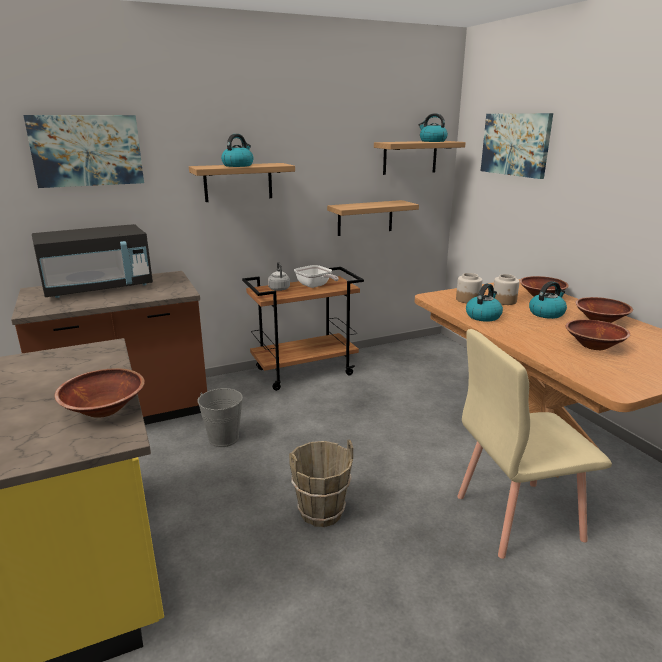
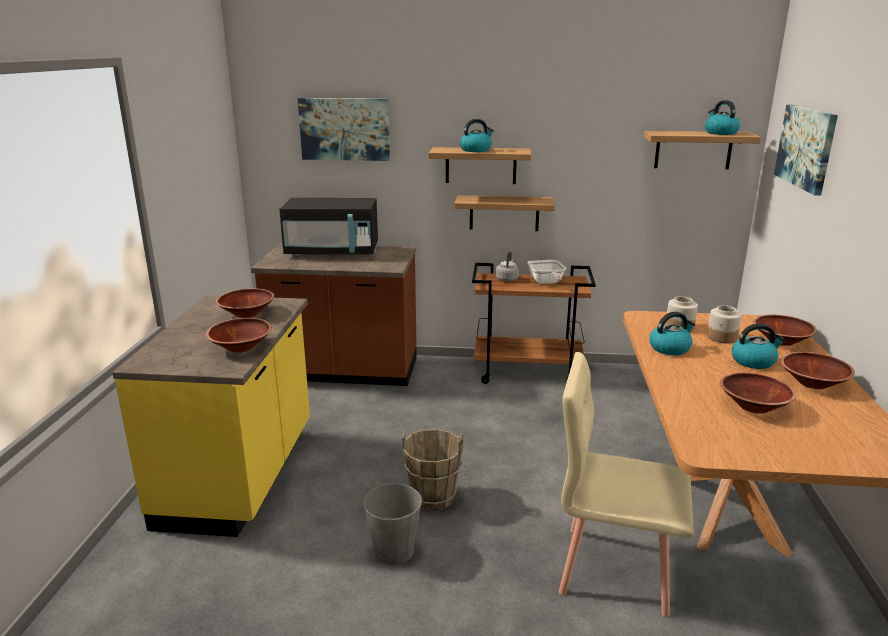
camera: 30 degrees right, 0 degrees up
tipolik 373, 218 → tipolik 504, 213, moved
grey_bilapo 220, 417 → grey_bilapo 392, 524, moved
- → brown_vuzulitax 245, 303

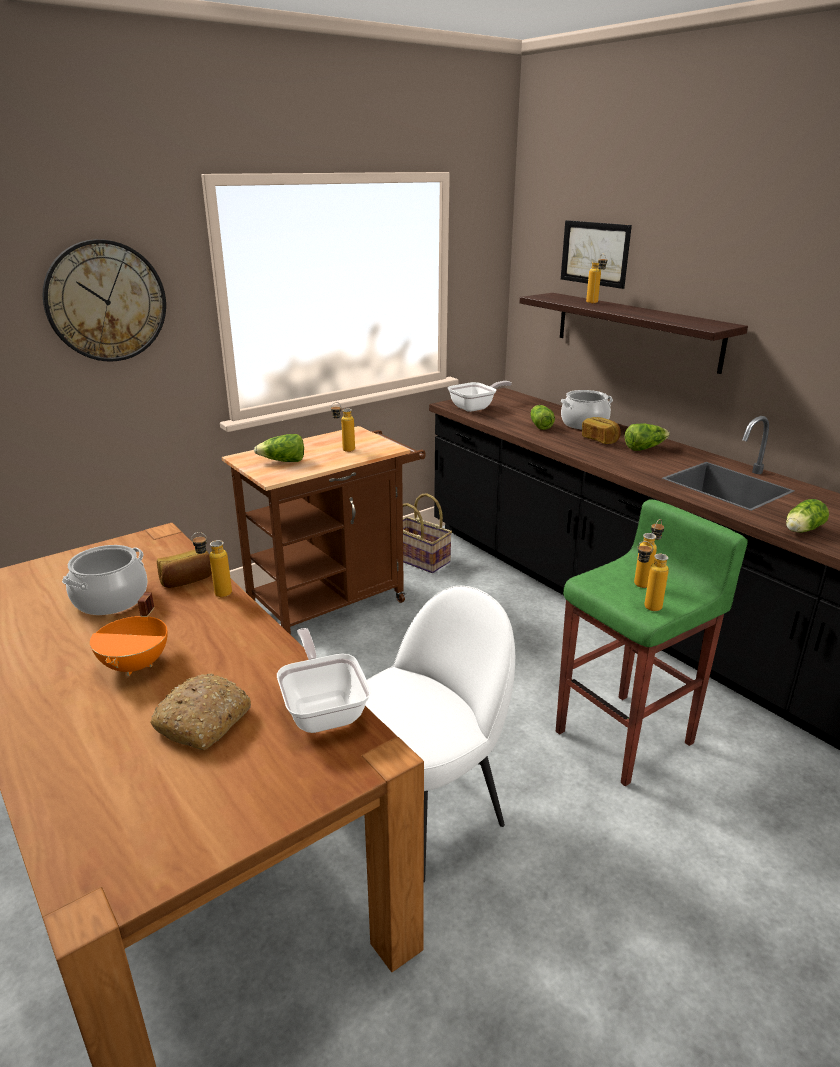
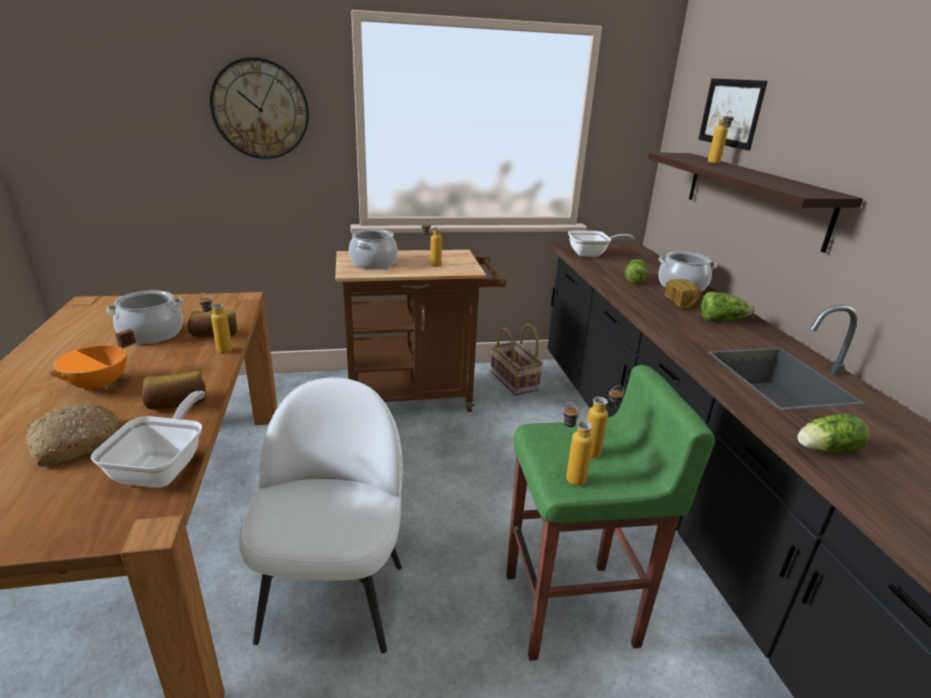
camera: 25 degrees right, 0 degrees up
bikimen 279, 448 → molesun 373, 249
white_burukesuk 440, 734 → white_burukesuk 321, 515, 75 degrees counterclockwise
- → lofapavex 174, 390

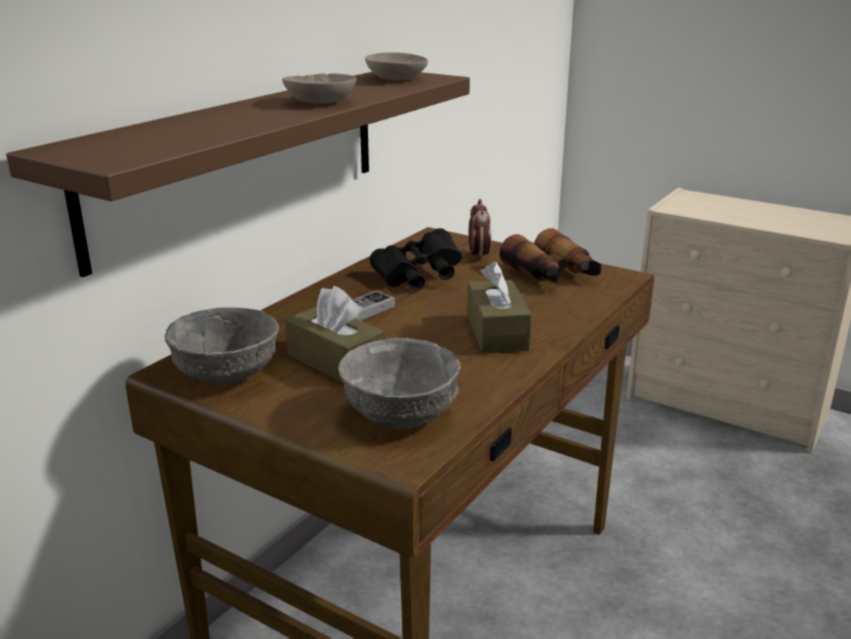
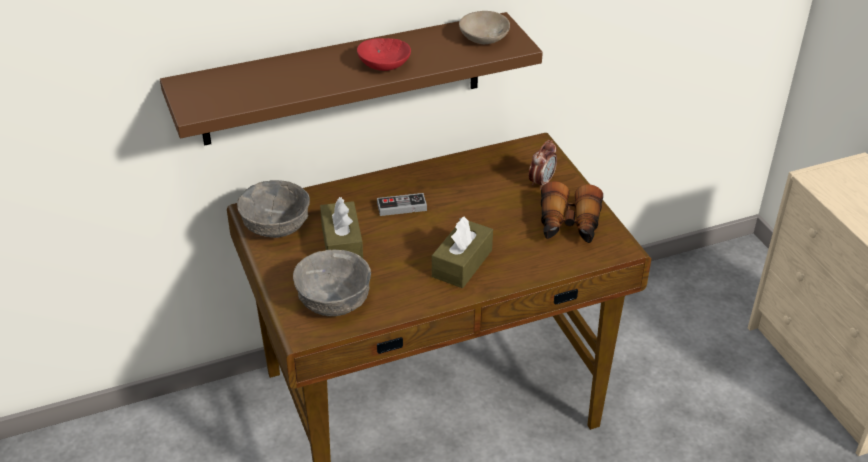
camera: 35 degrees right, 15 degrees up
beige_vuzulitax 319, 89 → red_vuzulitax 384, 54
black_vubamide 415, 259 → -

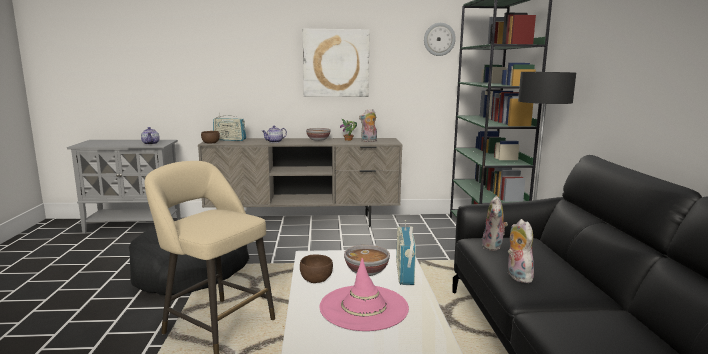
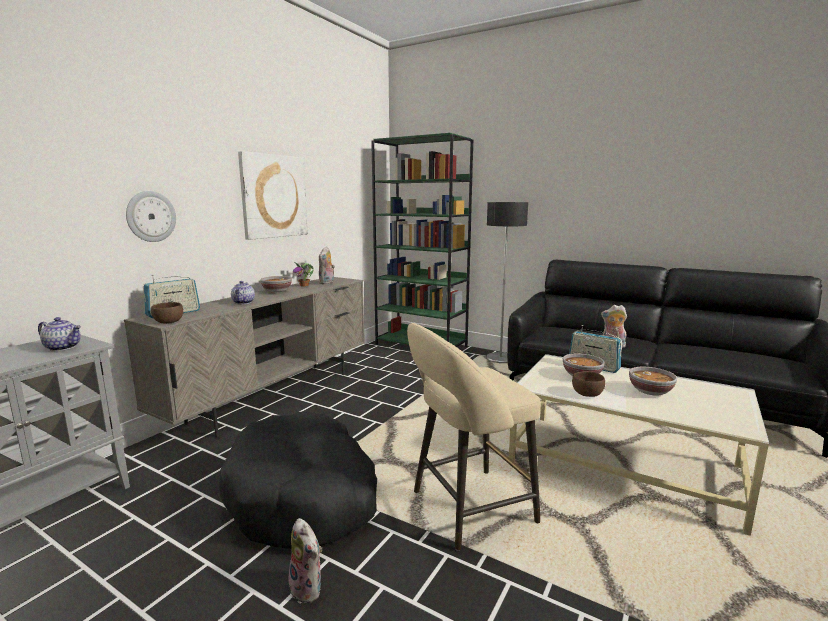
camera: 55 degrees left, 0 degrees up
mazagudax 440, 39 → mazagudax 151, 216, moved
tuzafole 495, 223 → tuzafole 305, 561, moved
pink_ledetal 364, 294 → vuzulitax 653, 381

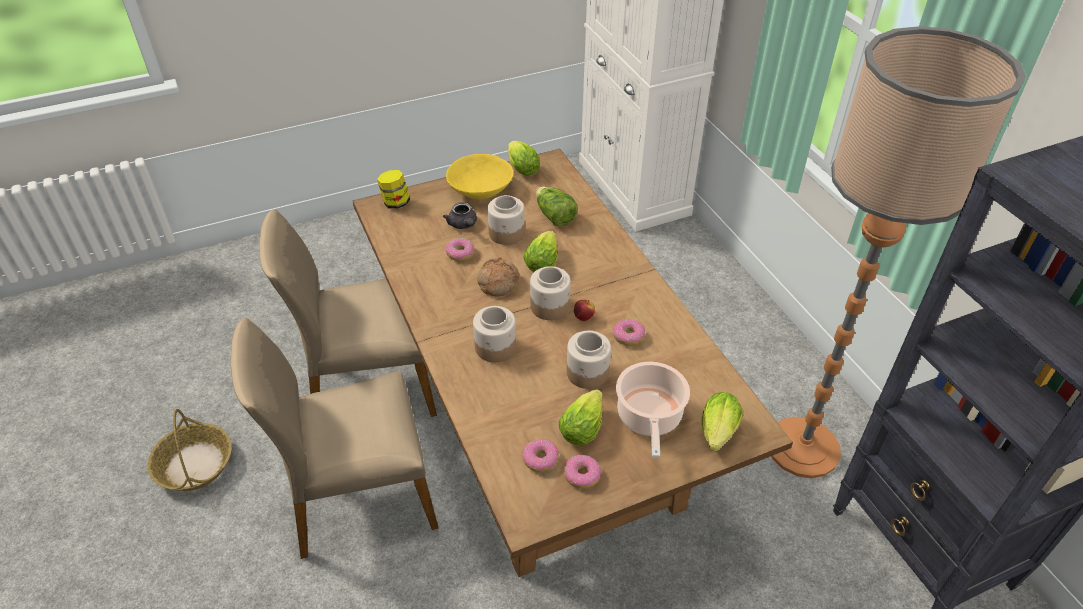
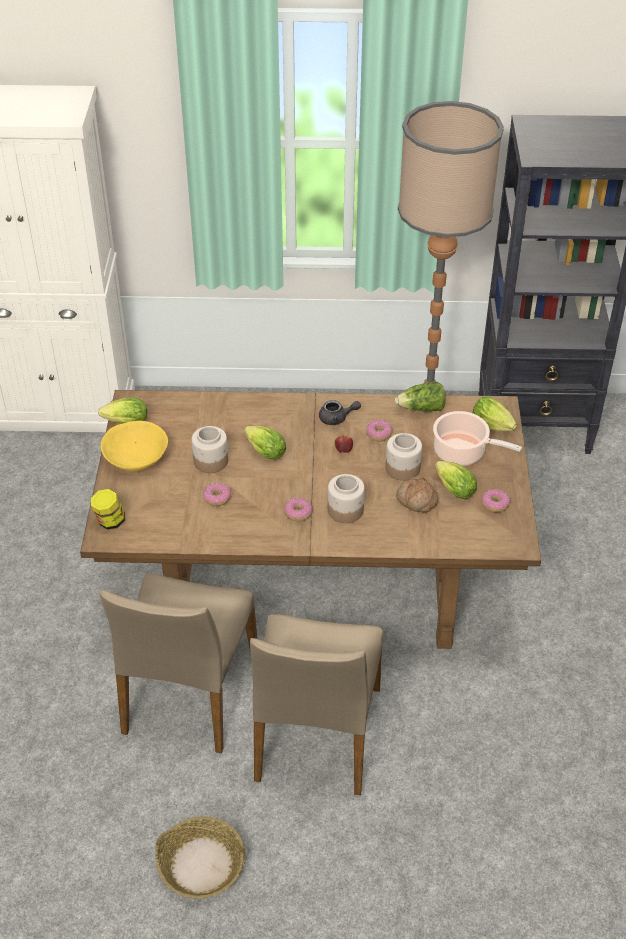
camera: 65 degrees left, 0 degrees up
bikimen 556, 206 → bikimen 420, 397, moved
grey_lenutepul 460, 215 → grey_lenutepul 340, 412, moved
lofapavex 498, 277 → lofapavex 417, 495, moved
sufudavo 550, 293 → -
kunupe 541, 455 → kunupe 298, 509, moved

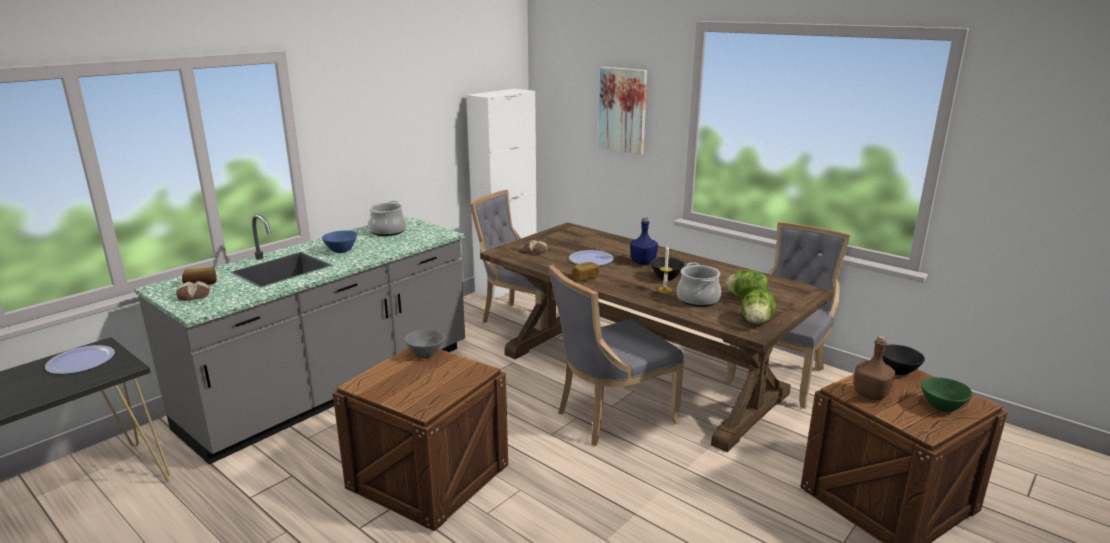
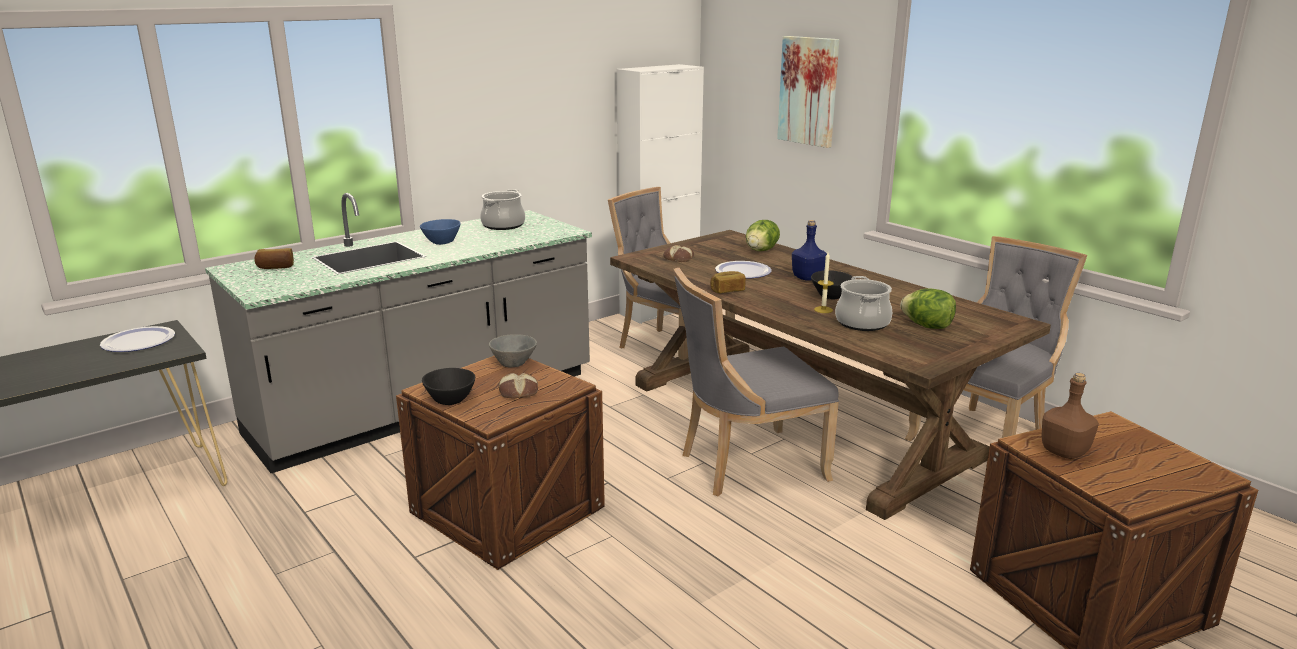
camera: 10 degrees right, 0 degrees up
lofapavex 193, 290 → lofapavex 518, 385, moved
bikimen 759, 306 → bikimen 763, 235, moved
black_vuzulitax 904, 360 → black_vuzulitax 448, 386, moved
green_vuzulitax 946, 394 → -

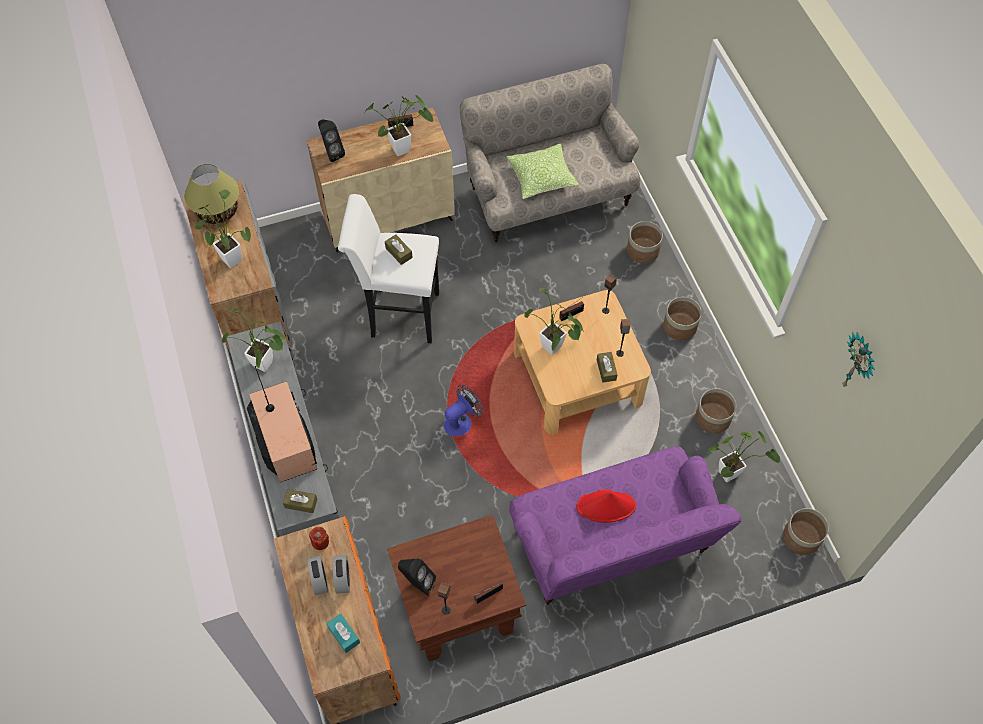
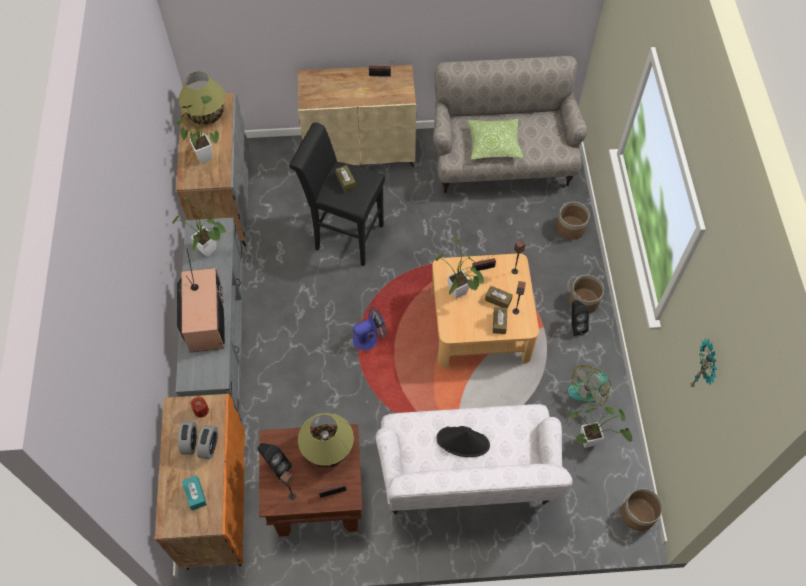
camera: 15 degrees right, 0 degrees up
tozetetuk 399, 125 → -
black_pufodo 331, 141 → black_pufodo 580, 318, moved
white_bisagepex 388, 268 → black_bisagepex 337, 194
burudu 715, 410 → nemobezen 589, 385
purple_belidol 625, 525 → white_belidol 474, 459
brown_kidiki 300, 501 → brown_kidiki 499, 297, moved
red_ledetal 606, 506 → black_ledetal 463, 441
- → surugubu 326, 440

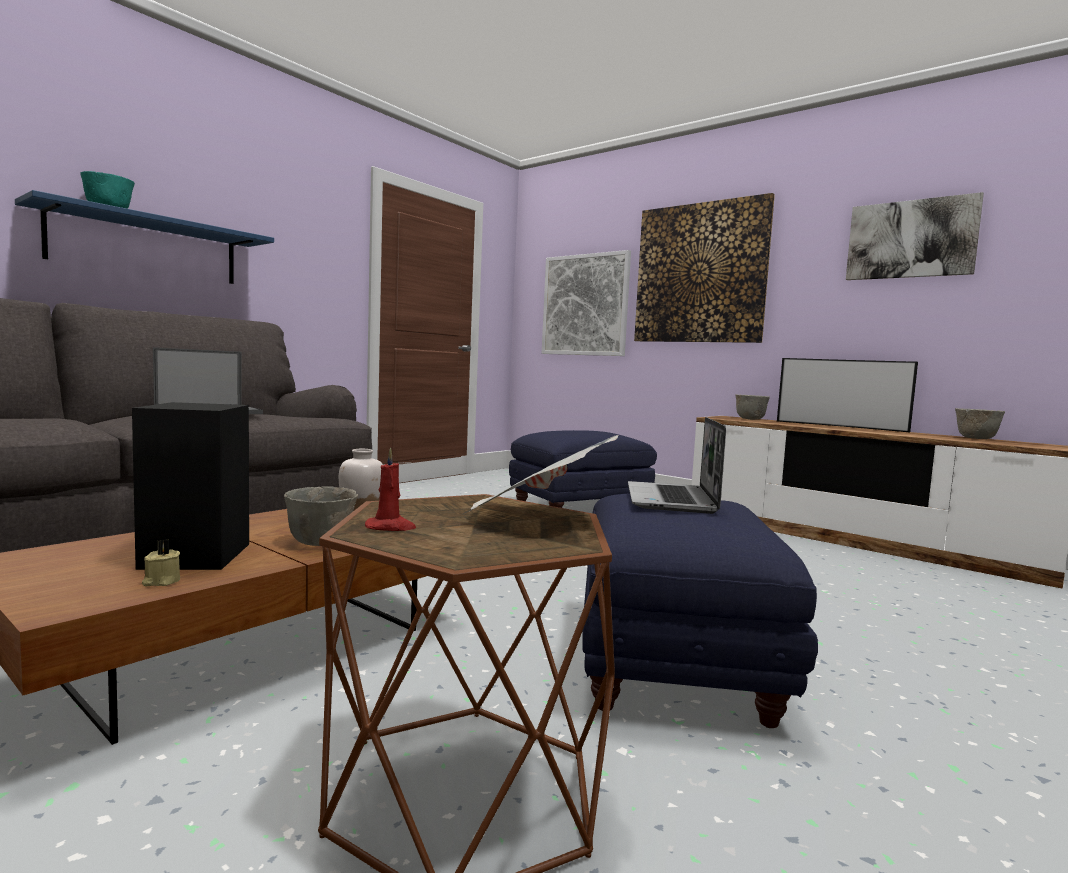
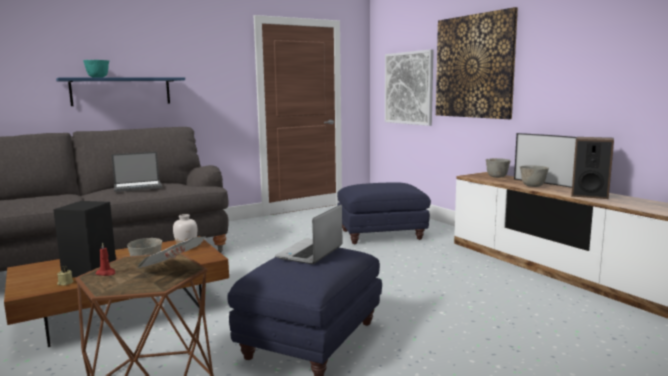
camera: 20 degrees right, 5 degrees up
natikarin 915, 236 → -
grey_vuzulitax 980, 423 → grey_vuzulitax 534, 176, moved
- → pufodo 592, 168

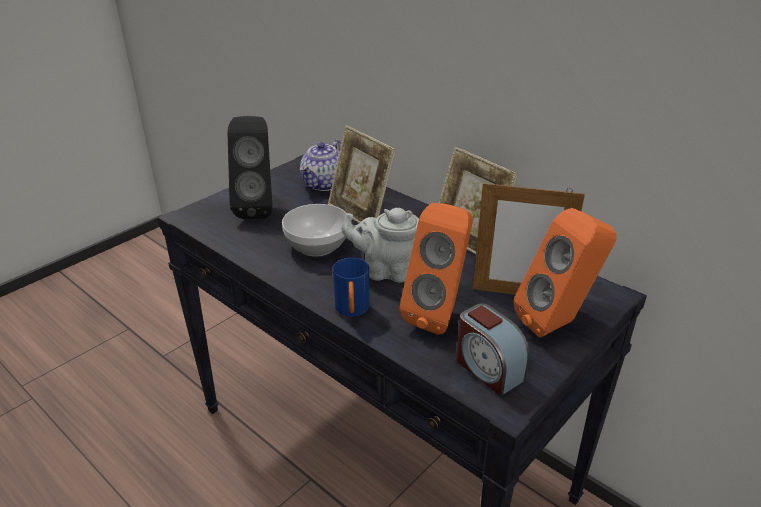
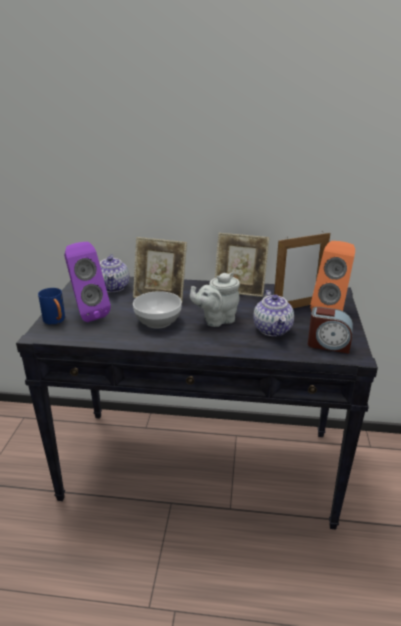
camera: 35 degrees left, 5 degrees down
black_pufodo 250, 167 → purple_pufodo 87, 282
orange_pufodo 436, 268 → lenutepul 273, 313
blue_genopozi 351, 287 → blue_genopozi 51, 306, moved

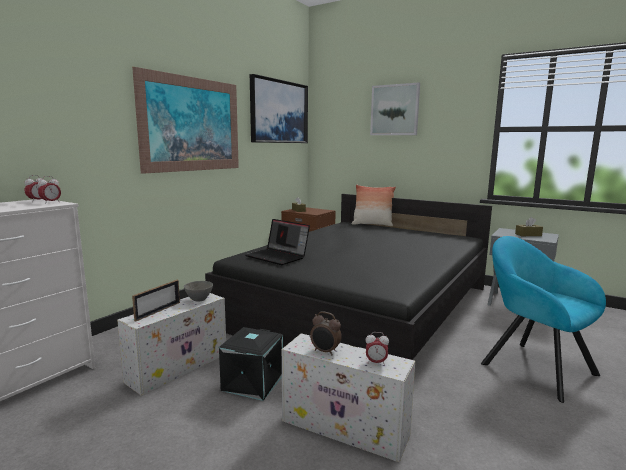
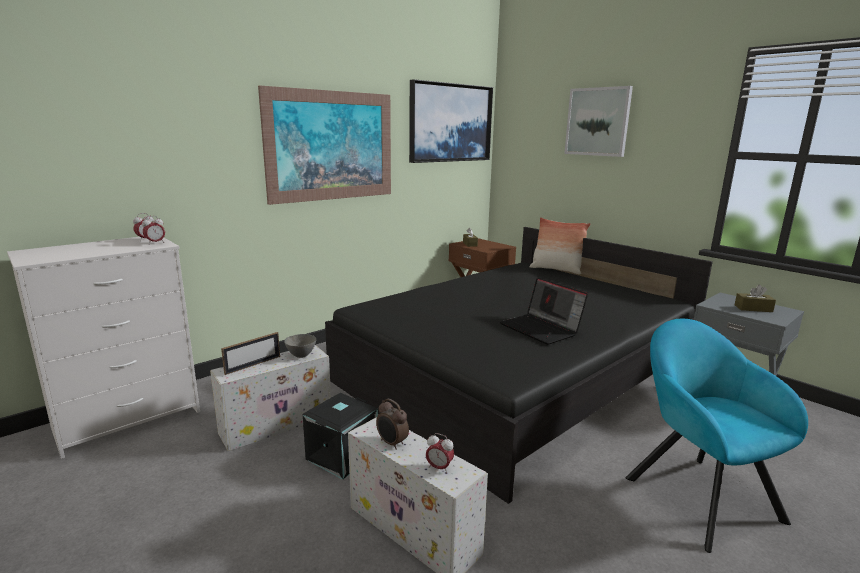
camera: 15 degrees right, 5 degrees up
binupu 277, 242 → binupu 544, 311, moved

